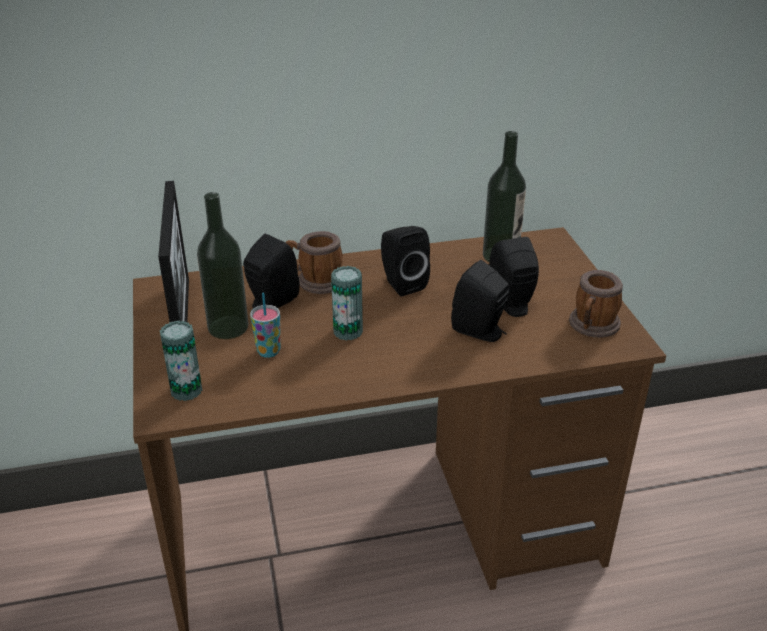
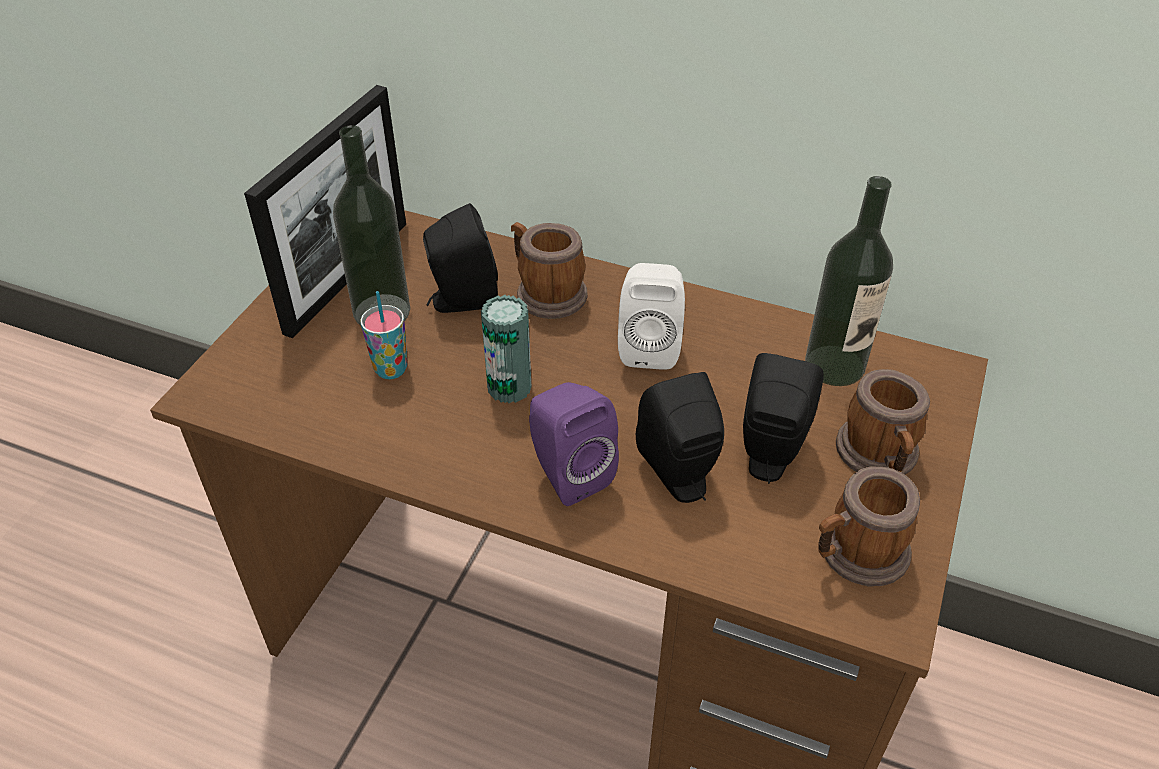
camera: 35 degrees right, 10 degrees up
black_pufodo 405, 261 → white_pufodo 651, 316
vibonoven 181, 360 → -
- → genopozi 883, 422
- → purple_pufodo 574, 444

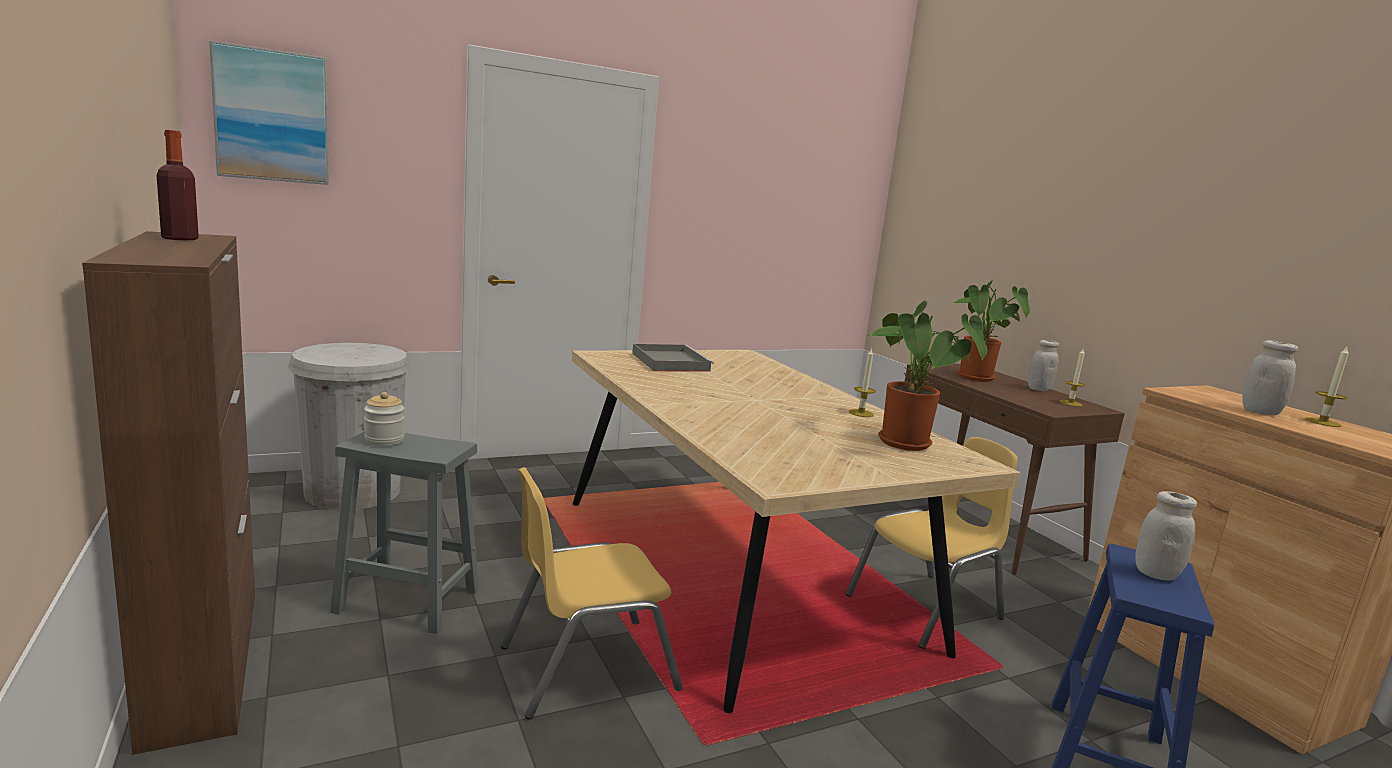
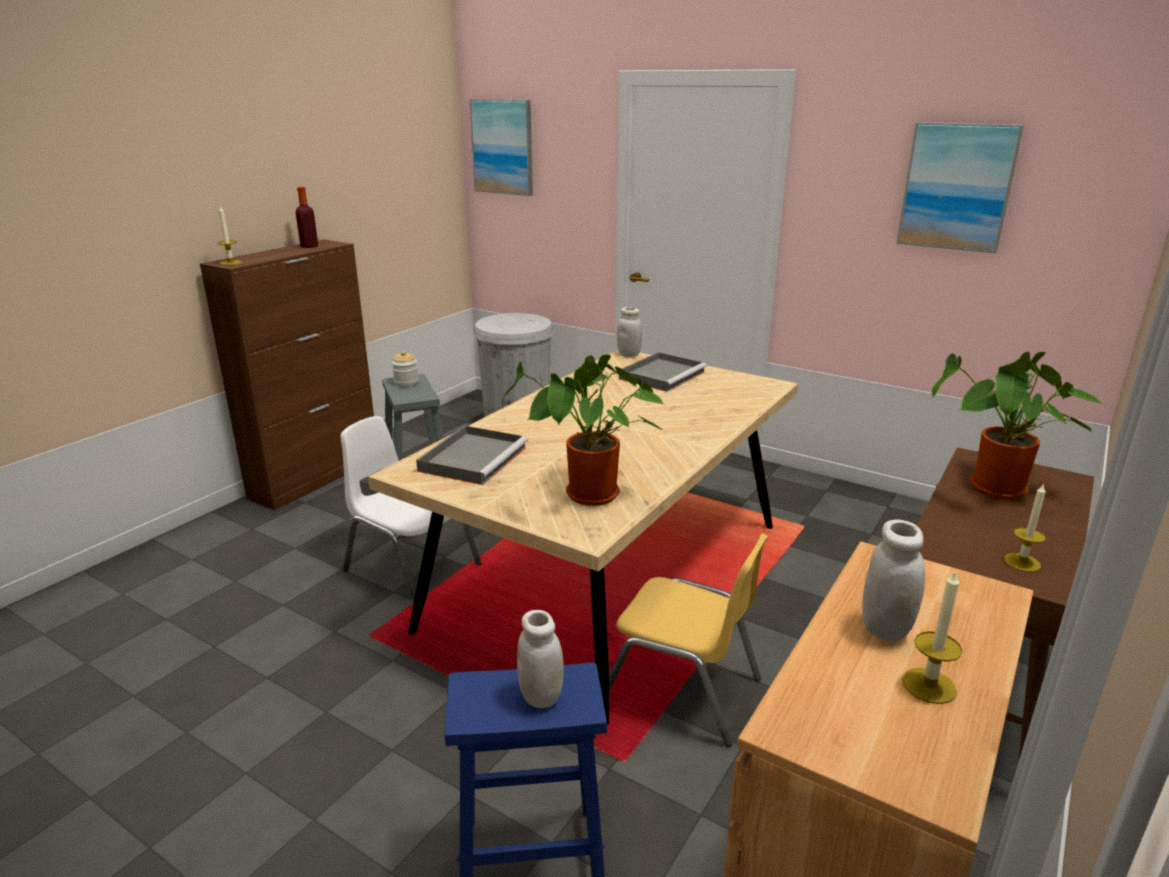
camera: 60 degrees right, 10 degrees up
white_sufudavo 1043, 365 → white_sufudavo 629, 332, moved
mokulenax 862, 382 → mokulenax 230, 235, moved
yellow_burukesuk 592, 593 → white_burukesuk 411, 509
- → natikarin 960, 187
- → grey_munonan 472, 455

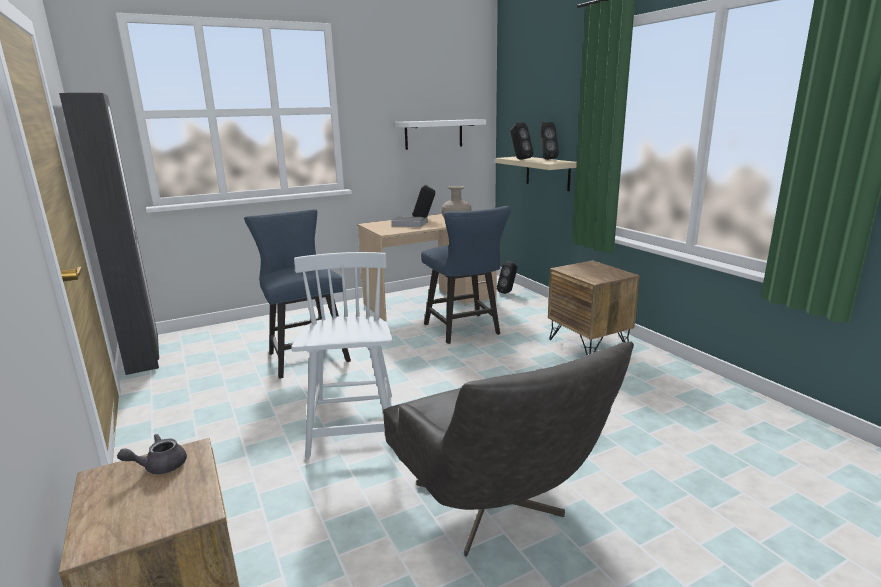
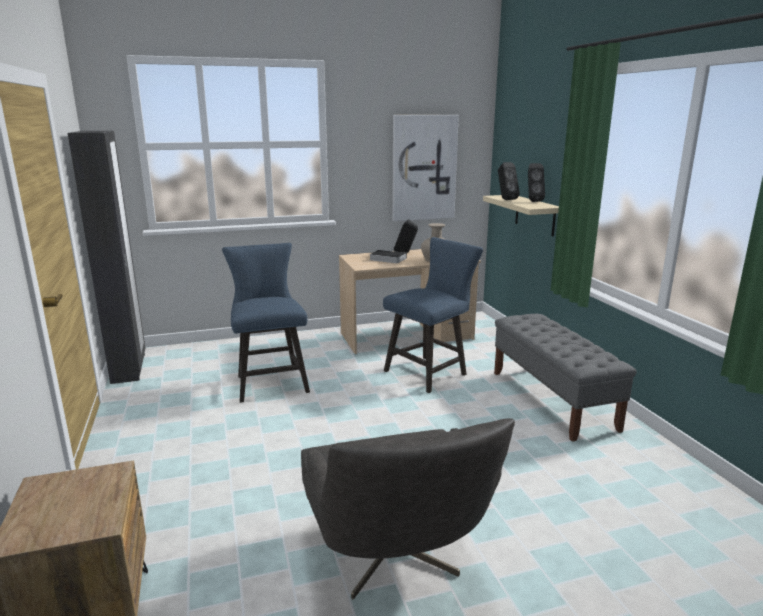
camera: 10 degrees right, 0 degrees up
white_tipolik 440, 134 → natikarin 425, 168
blue_burukesuk 466, 275 → blue_burukesuk 433, 315, 120 degrees counterclockwise
white_burukesuk 342, 355 → -
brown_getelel 594, 307 → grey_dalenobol 565, 378
black_pufodo 507, 277 → -
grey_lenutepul 152, 454 → -

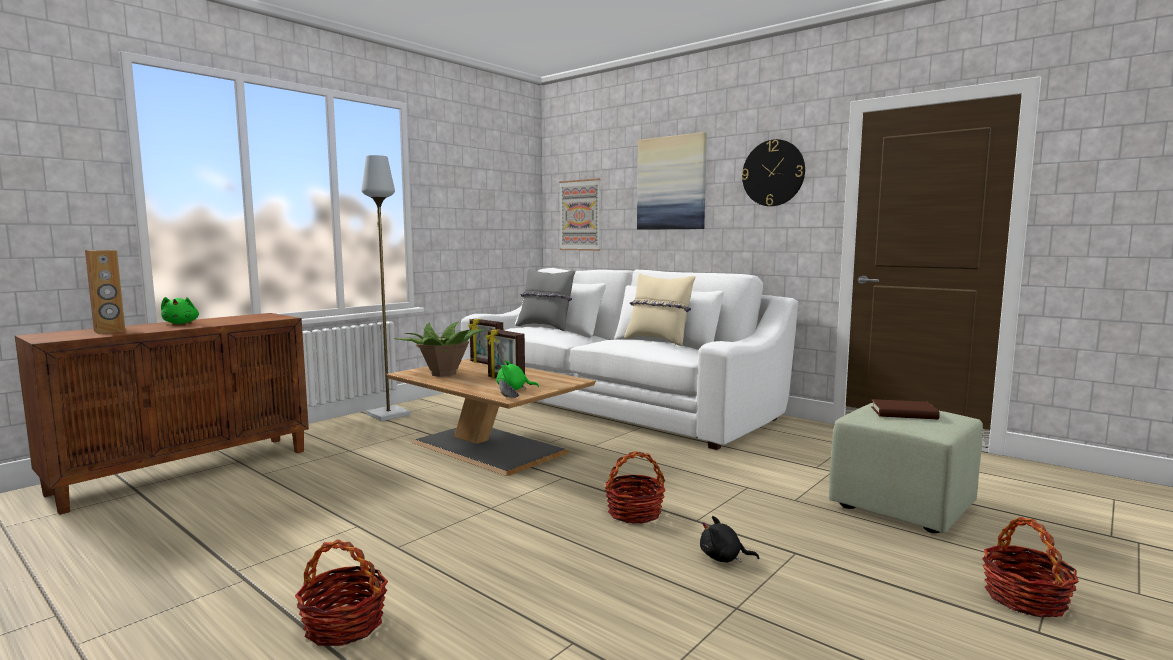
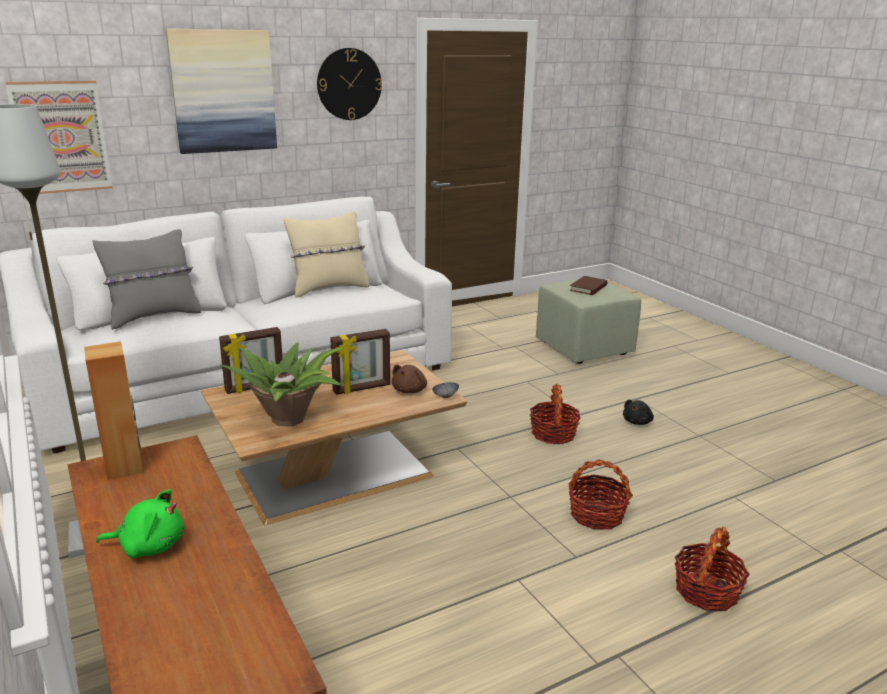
camera: 70 degrees left, 15 degrees up
brown_pufodo 105, 292 → brown_pufodo 113, 410, moved
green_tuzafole 517, 375 → brown_tuzafole 409, 378
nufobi 1030, 567 → nufobi 601, 494, moved

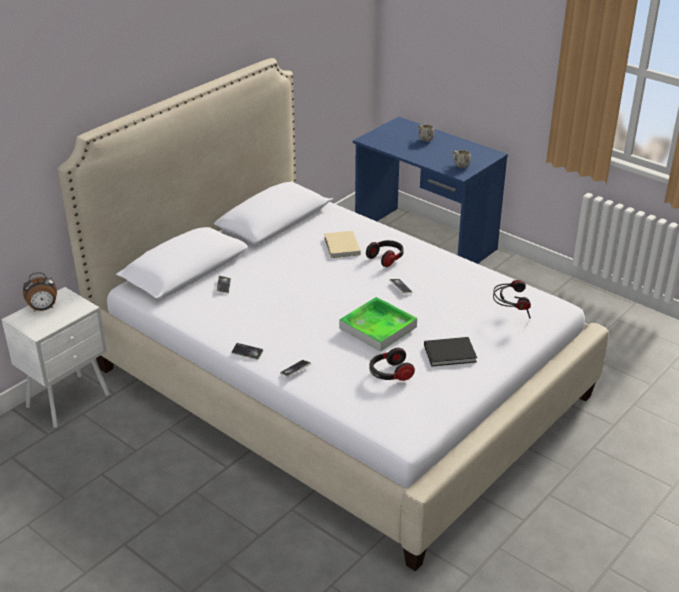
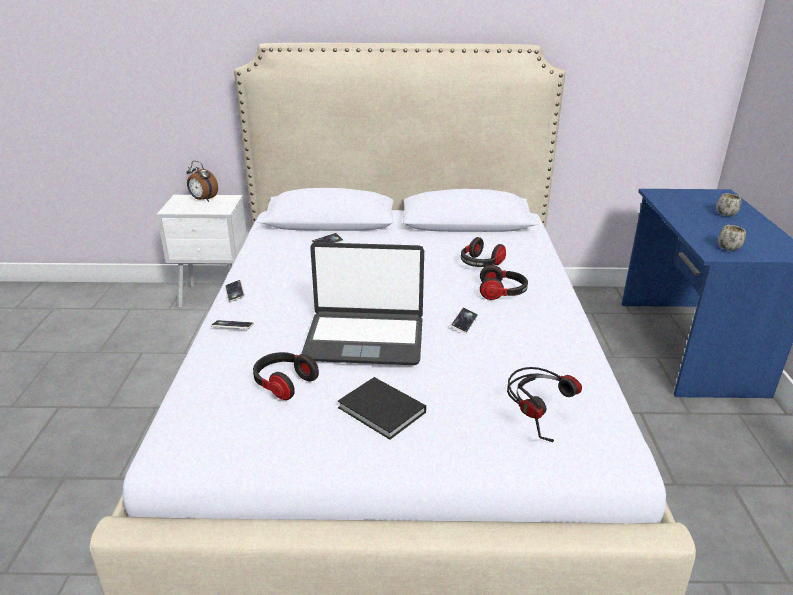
camera: 50 degrees right, 5 degrees down
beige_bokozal 342, 244 → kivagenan 483, 252
munonan 378, 324 → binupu 362, 303

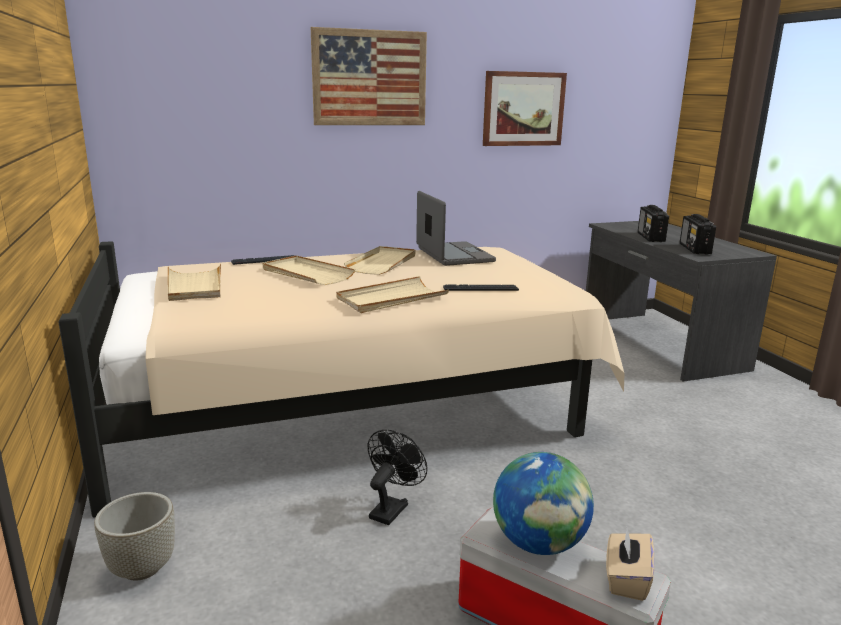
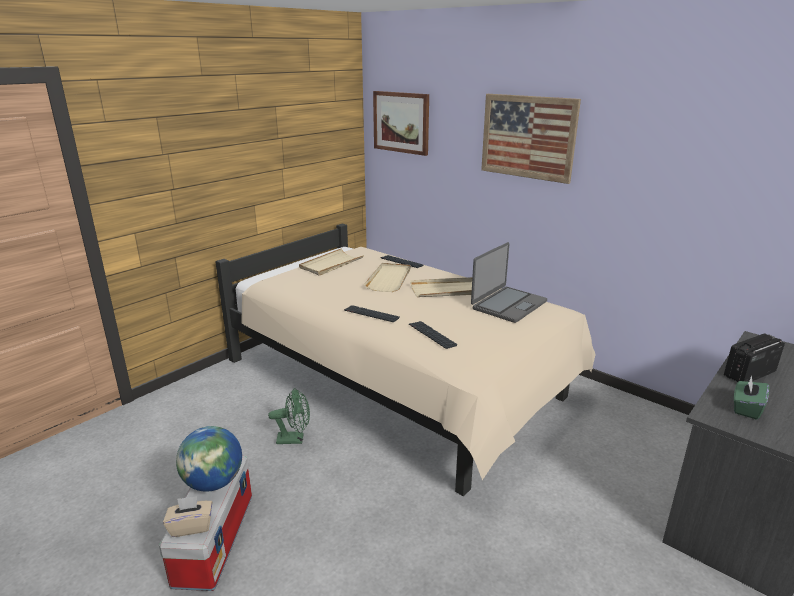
camera: 60 degrees right, 5 degrees up
natikarin 525, 108 → natikarin 401, 123, moved
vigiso 698, 234 → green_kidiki 751, 397
beige_munonan 392, 294 → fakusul 372, 313
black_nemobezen 397, 477 → green_nemobezen 289, 416
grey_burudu 134, 536 → -

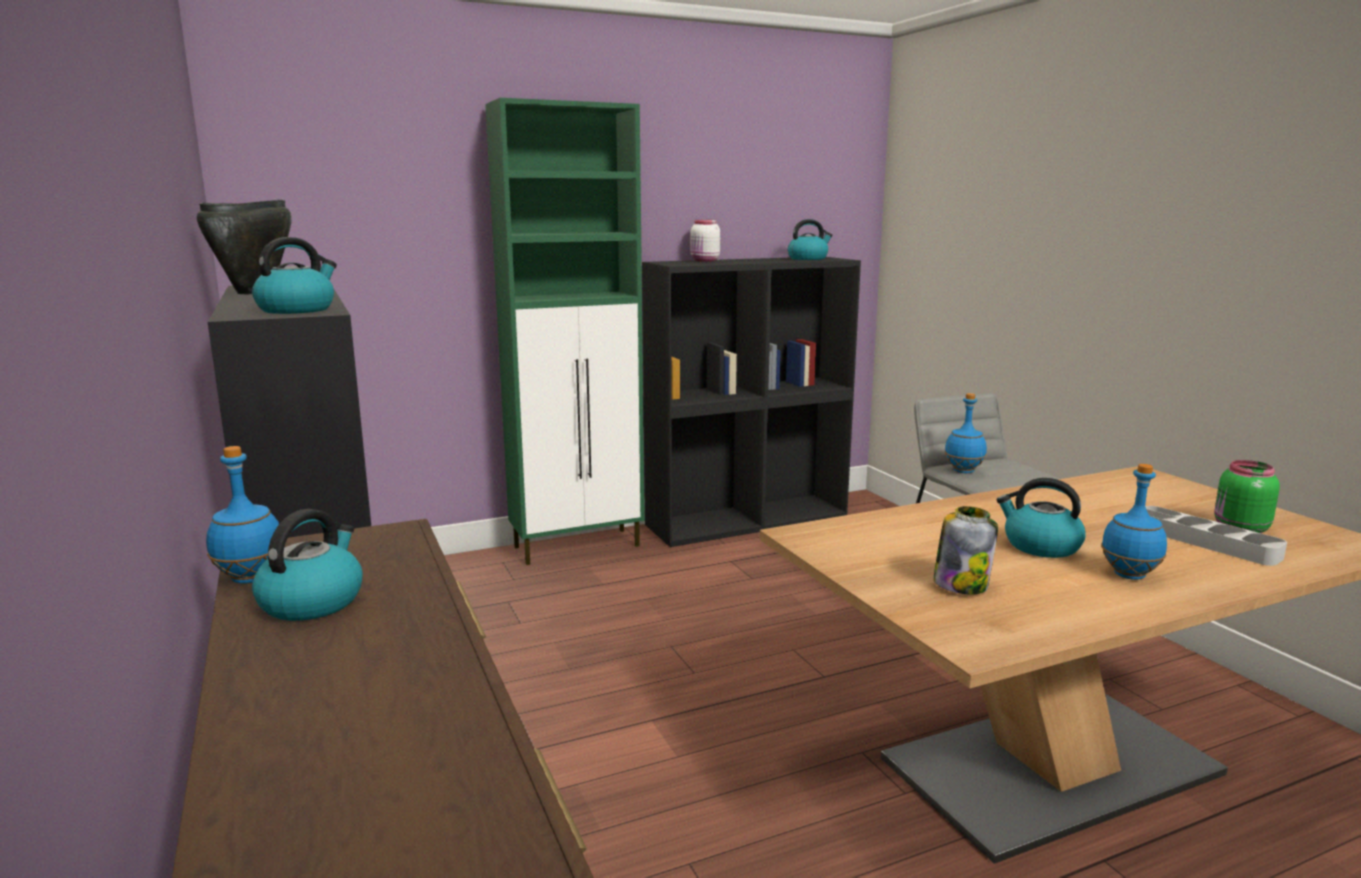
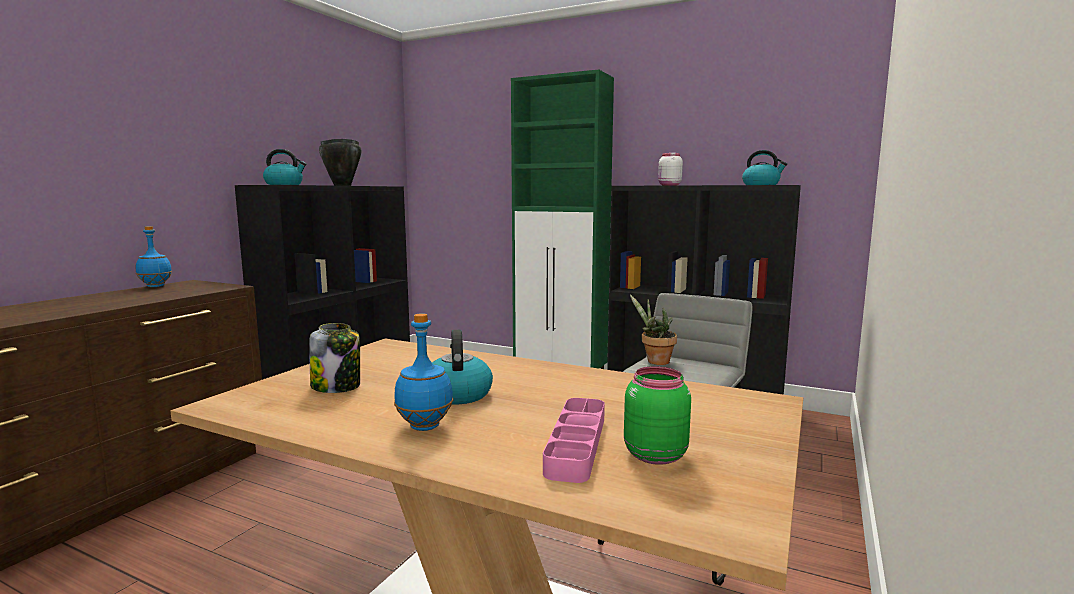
camera: 50 degrees right, 5 degrees down
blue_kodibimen 966, 433 → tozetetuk 653, 330
grey_munonan 1216, 536 → pink_munonan 574, 440
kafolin 307, 565 → -

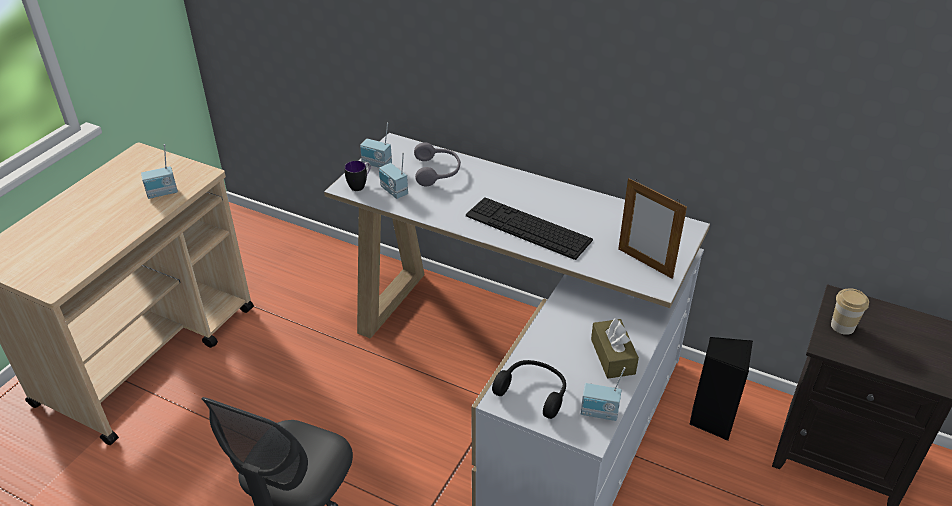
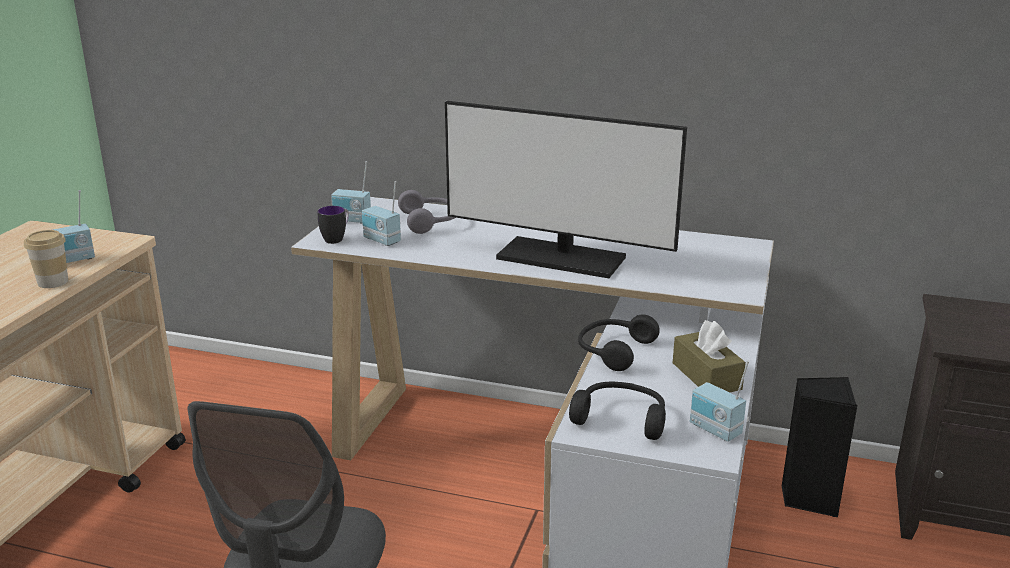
camera: 10 degrees left, 15 degrees down
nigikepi 652, 228 → -
fakusul 529, 228 → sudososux 566, 189
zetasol 850, 311 → zetasol 46, 259, moved
vigiso 603, 394 → vigiso 719, 401, 45 degrees clockwise
- → black_kivagenan 619, 343

